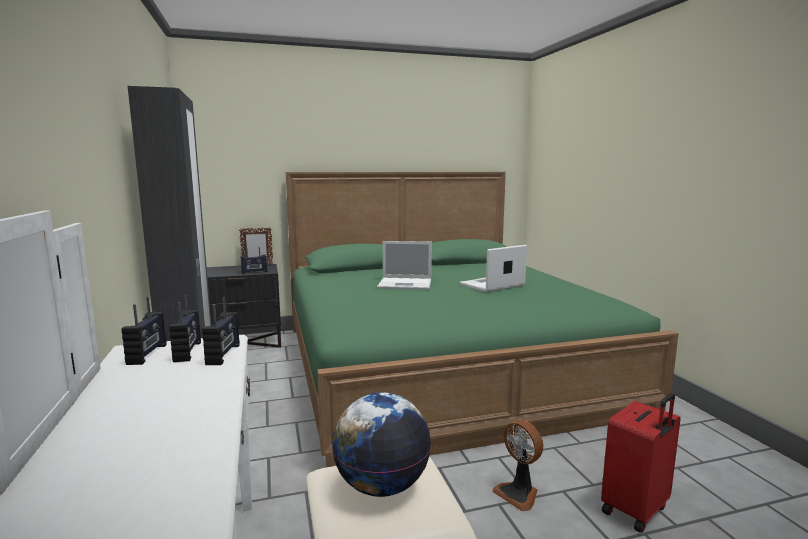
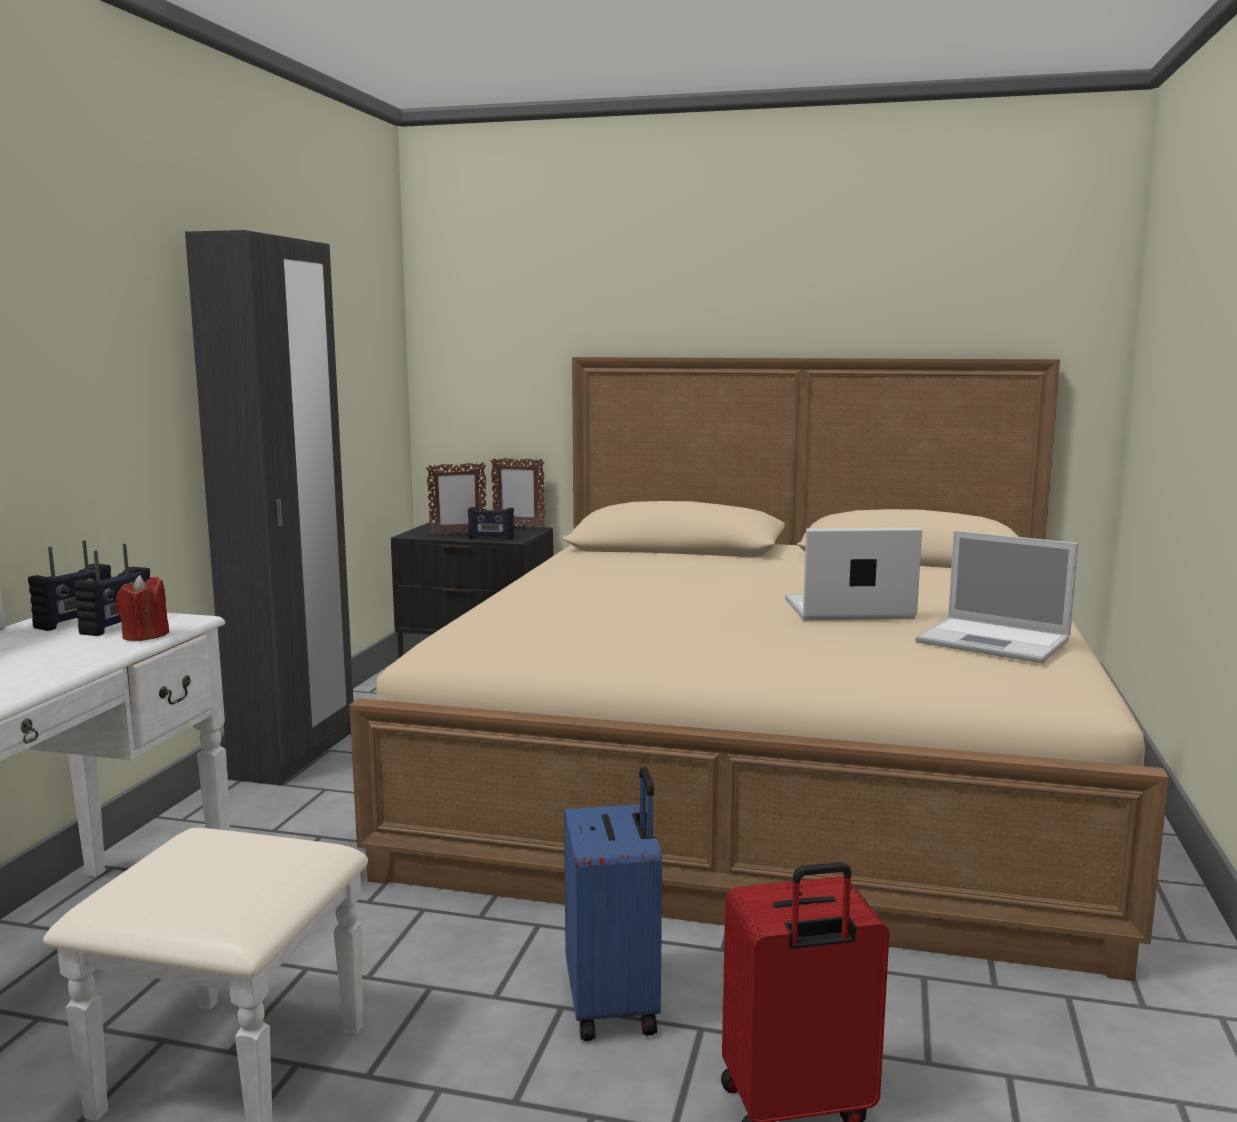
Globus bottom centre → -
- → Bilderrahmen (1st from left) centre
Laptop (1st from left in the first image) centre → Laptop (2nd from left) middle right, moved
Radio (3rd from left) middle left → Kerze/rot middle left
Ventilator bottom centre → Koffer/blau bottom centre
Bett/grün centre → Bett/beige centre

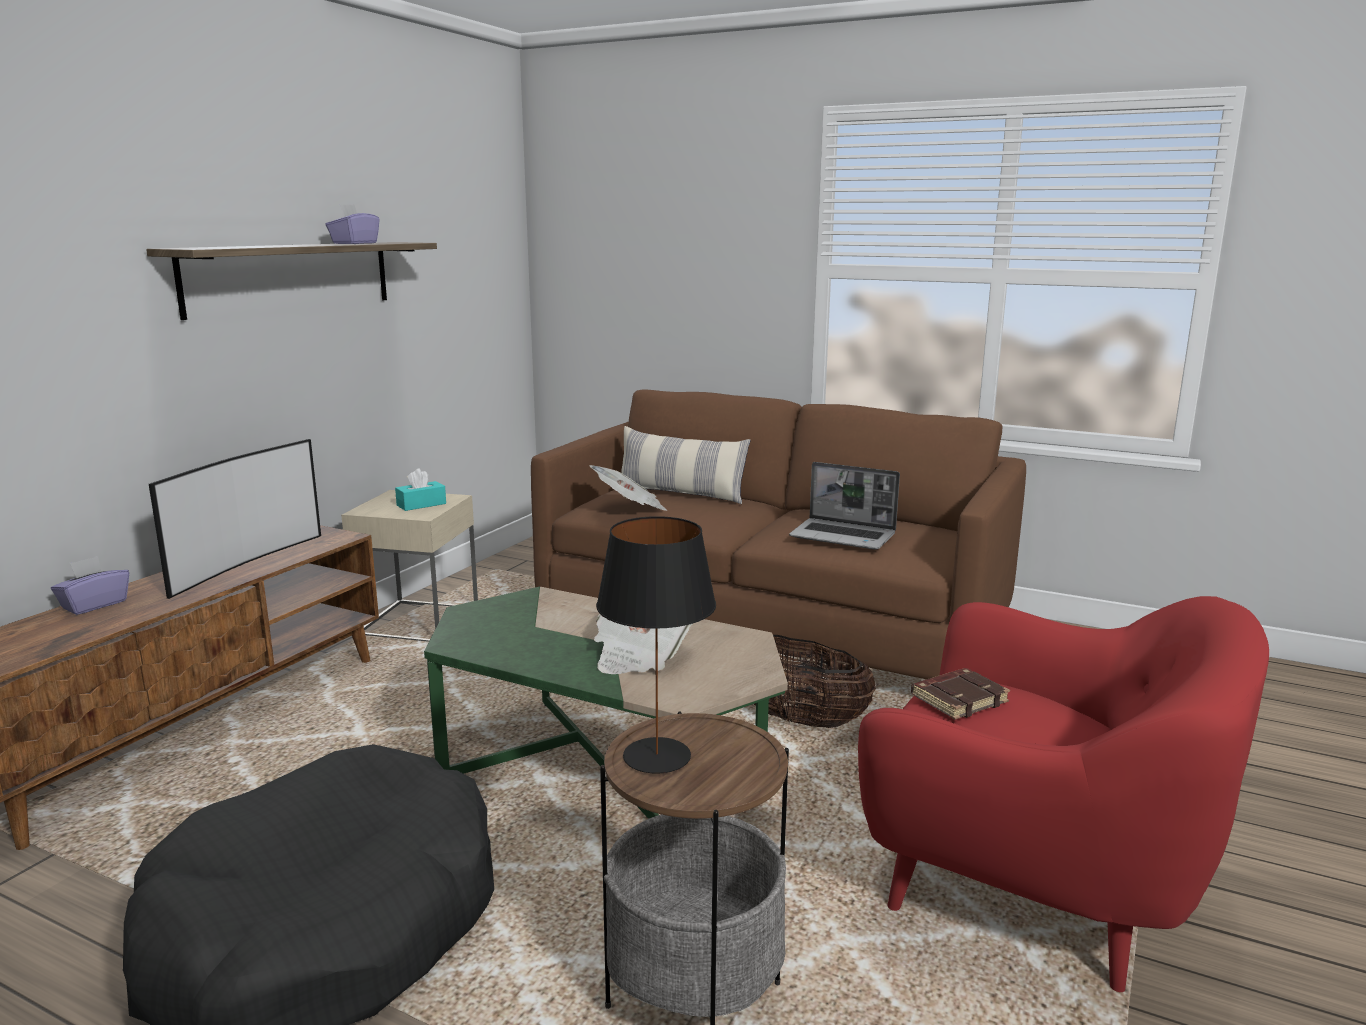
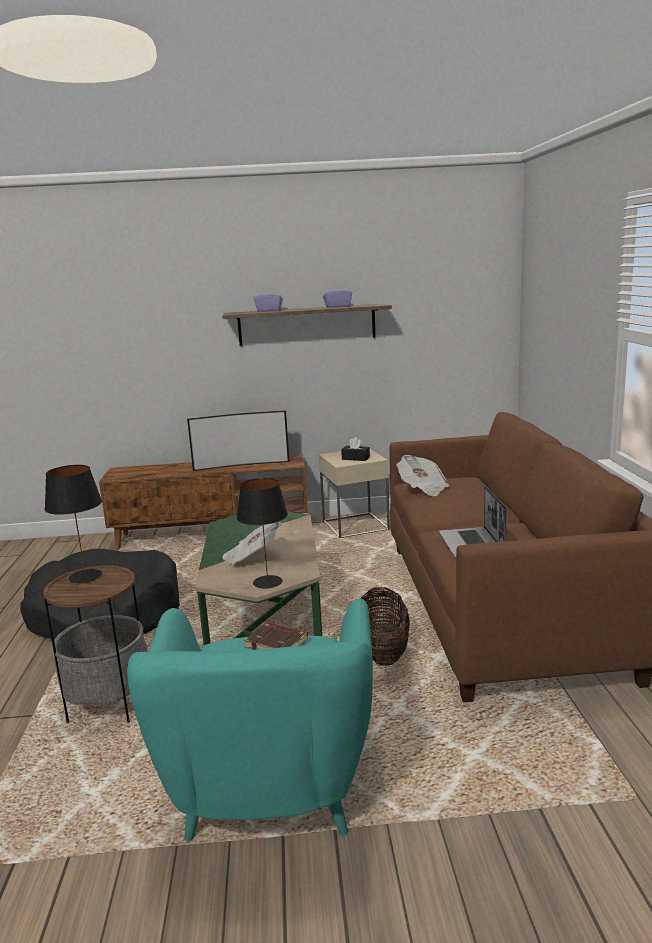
Kissen centre → -
- → Tischlampe/schwarz (2nd from left) centre
Taschentuchbox/lila (1st from left) middle left → Taschentuchbox/lila (1st from left) top centre, moved
Taschentuchbox/türkis middle left → Taschentuchbox/schwarz centre
Sessel/rot bottom right → Sessel/türkis bottom centre

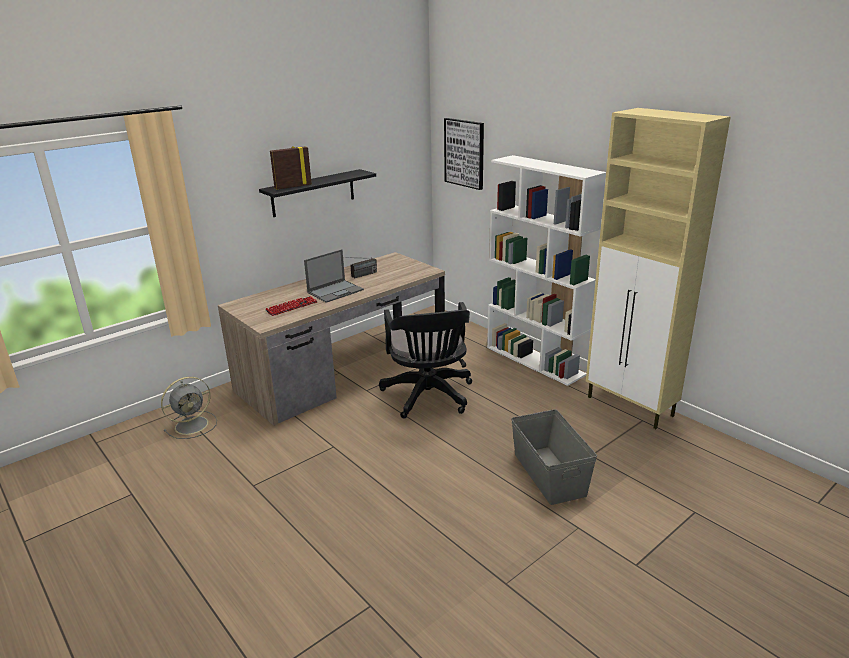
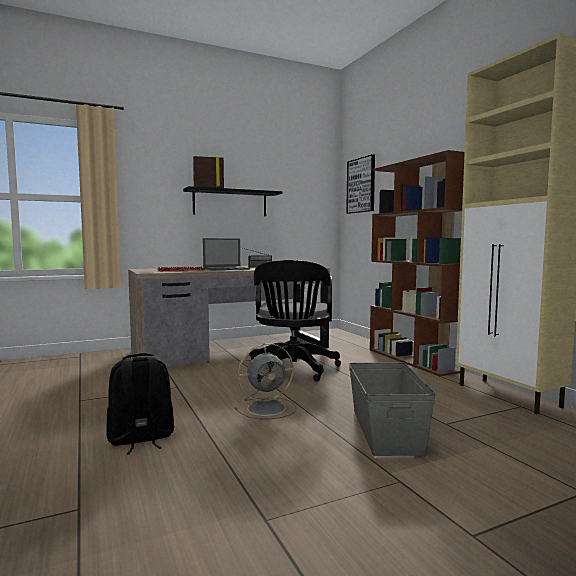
- → Rucksack/schwarz bottom left
Ventilator/grau middle left → Ventilator/grau centre, moved
Bücherregal/weiß centre → Bücherregal/braun middle right

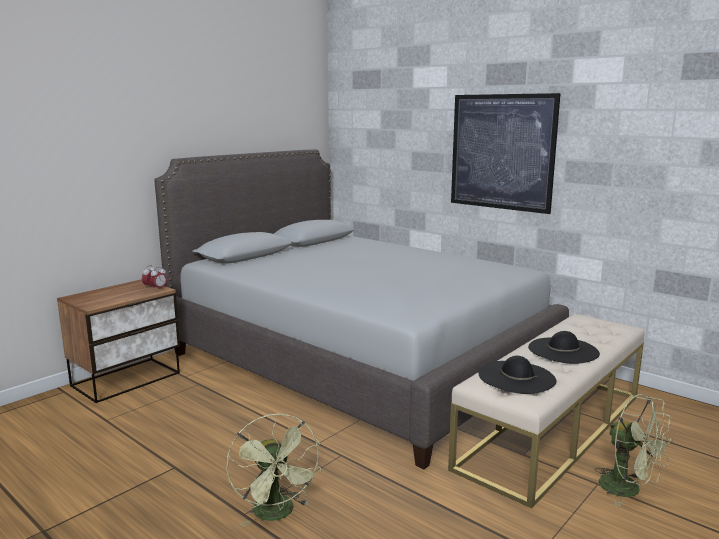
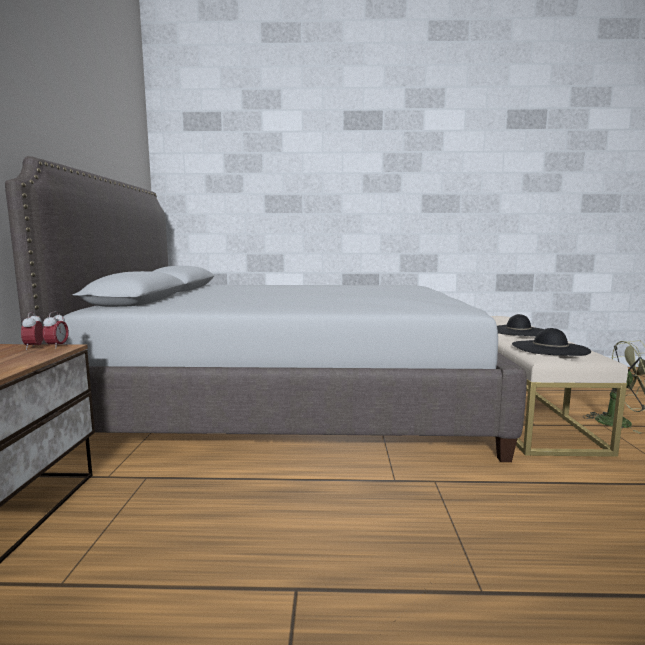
Ventilator/grün (1st from left) bottom centre → -
Bild top right → -

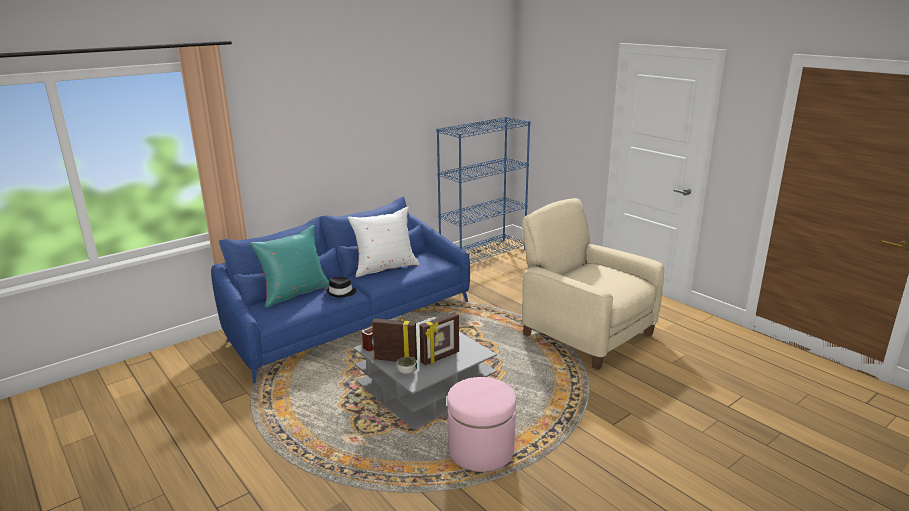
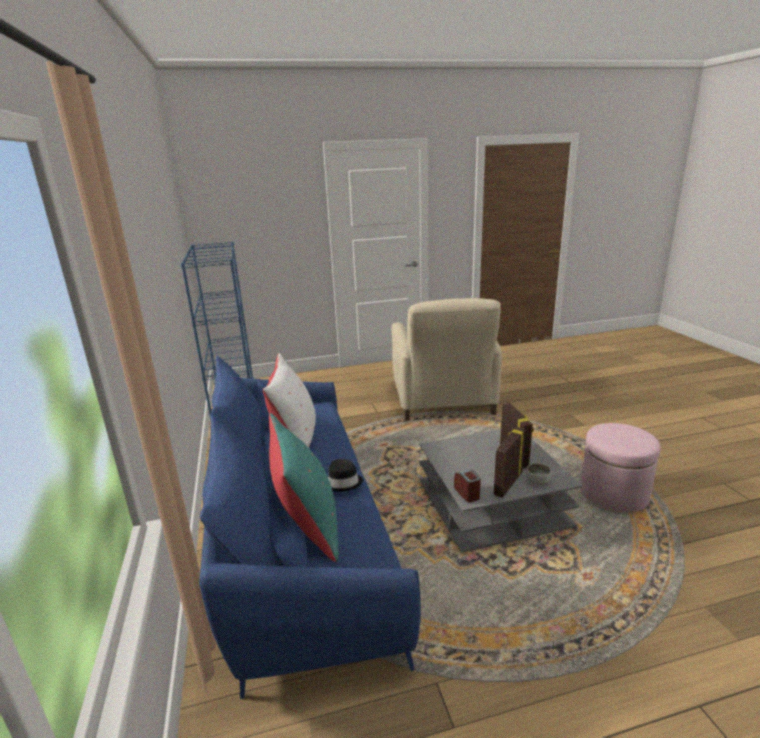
Sessel/beige centre, 75 degrees counterclockwise

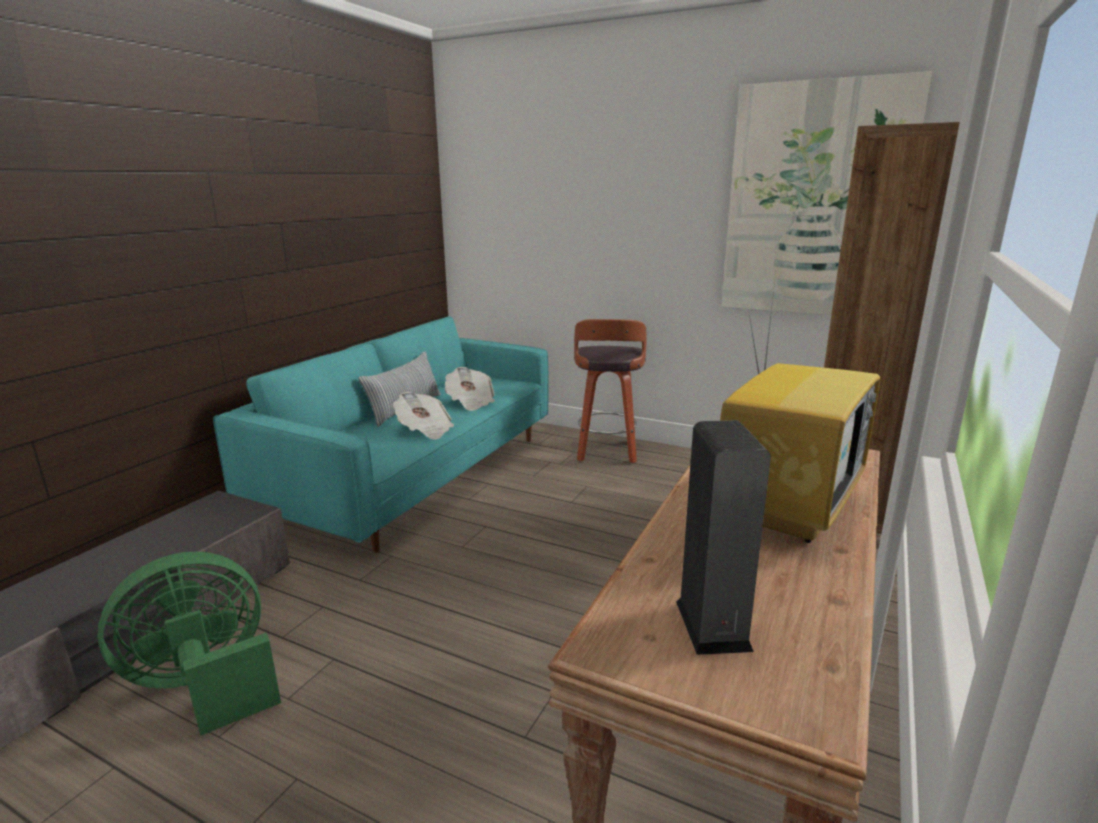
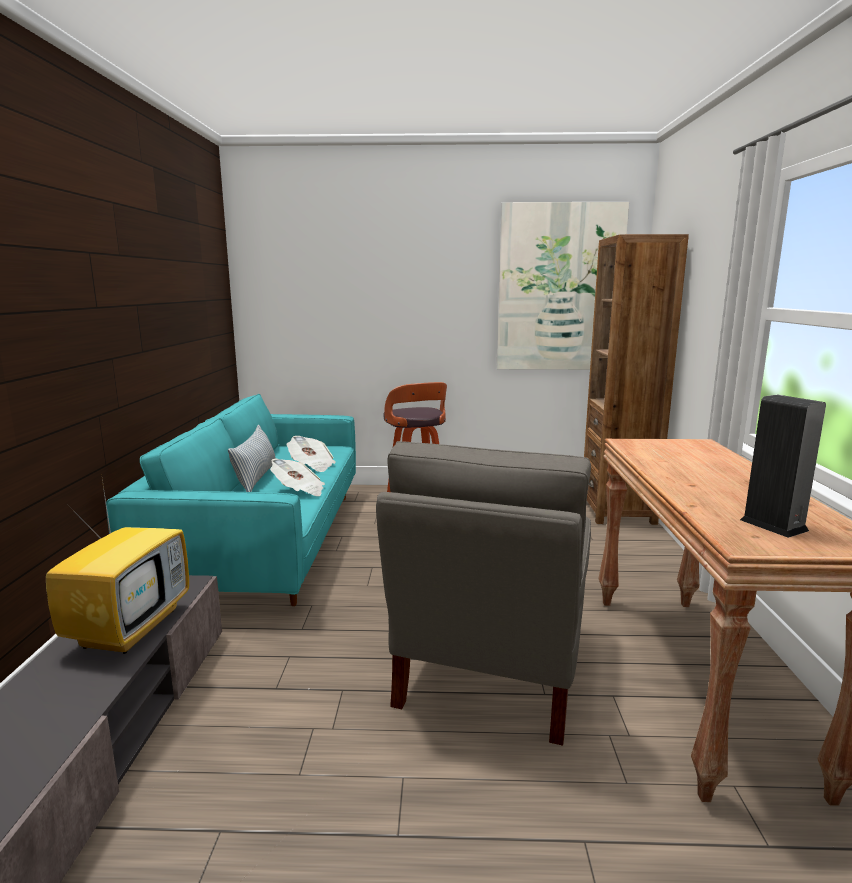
Ventilator/grün bottom left → -
- → Sessel/grau bottom centre
Fernseher middle right → Fernseher middle left, moved

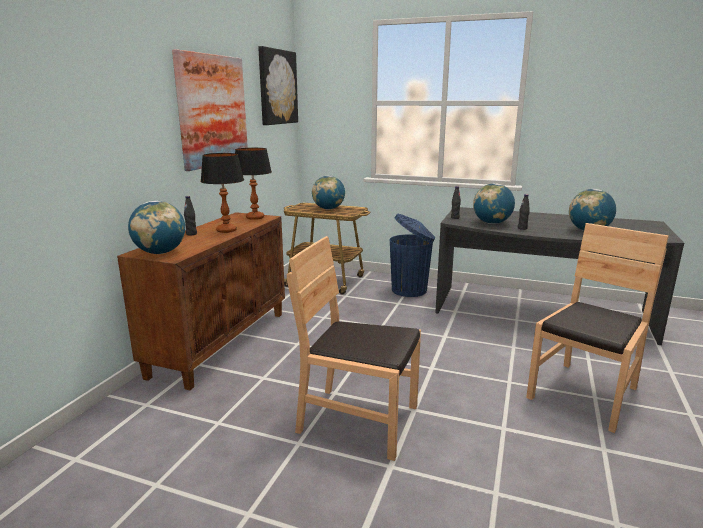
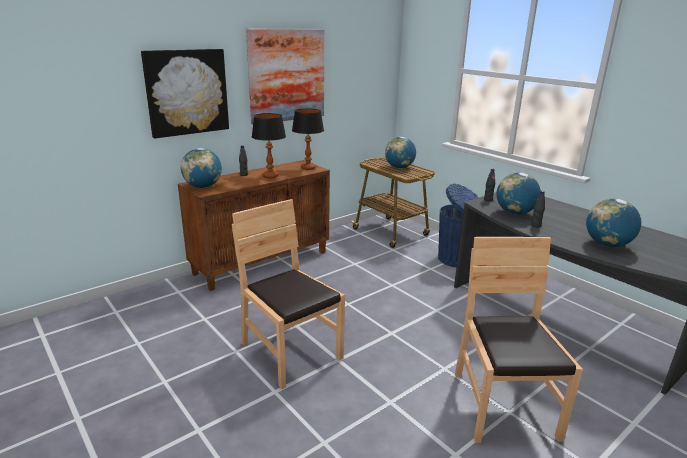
Bild (2nd from left in the first image) top centre → Bild (1st from left) top left, moved
Stuhl/braun (2nd from left) middle right → Stuhl/braun (2nd from left) bottom right, 75 degrees counterclockwise

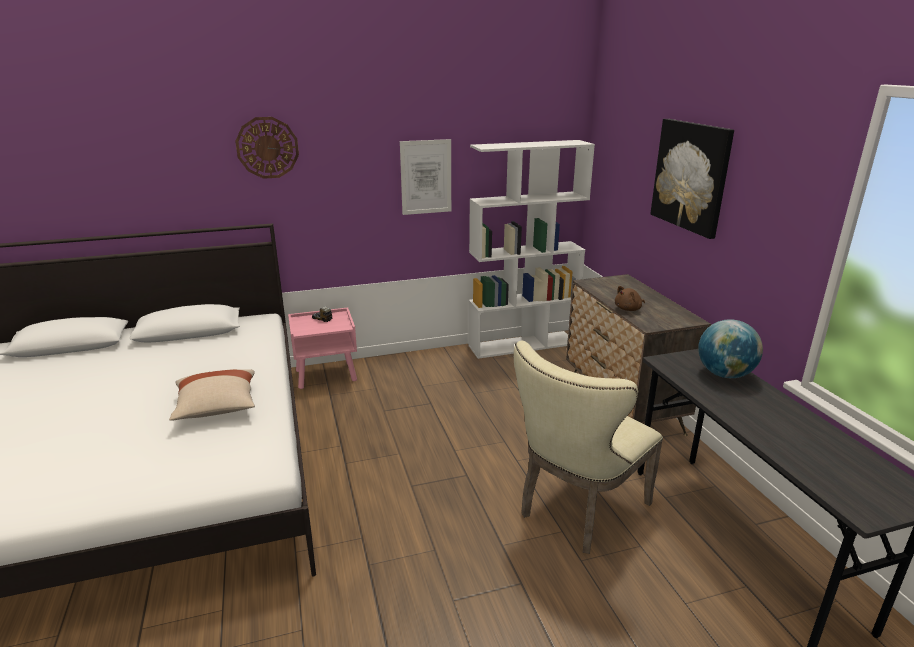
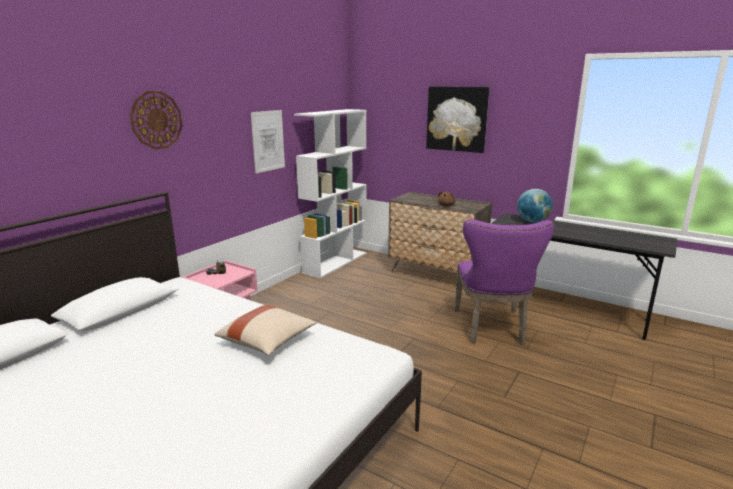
Stuhl/beige bottom centre → Stuhl/lila middle right

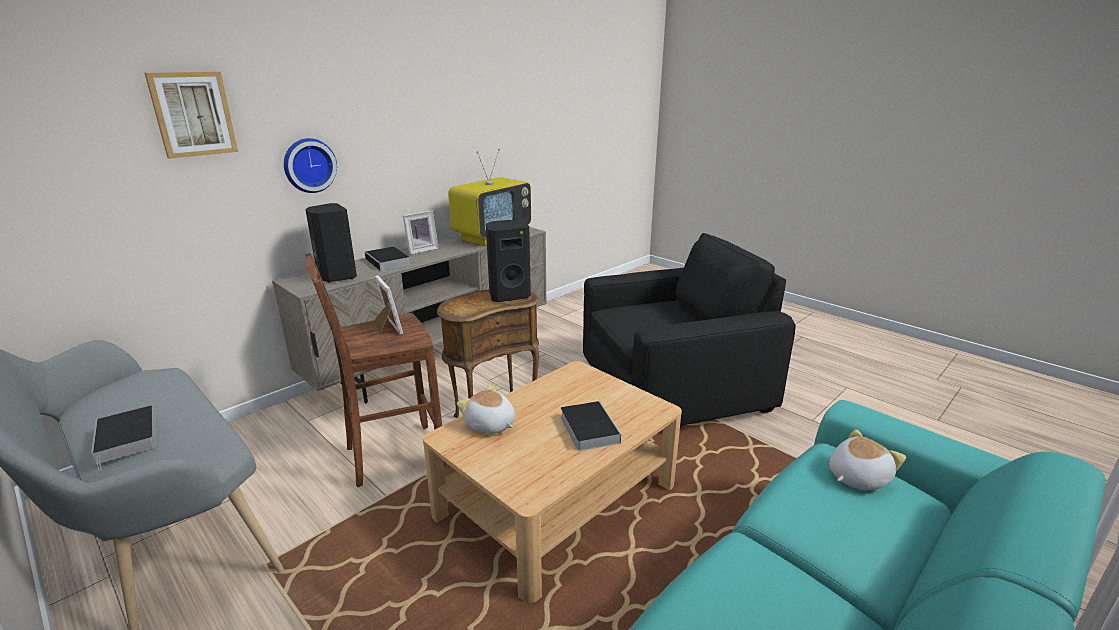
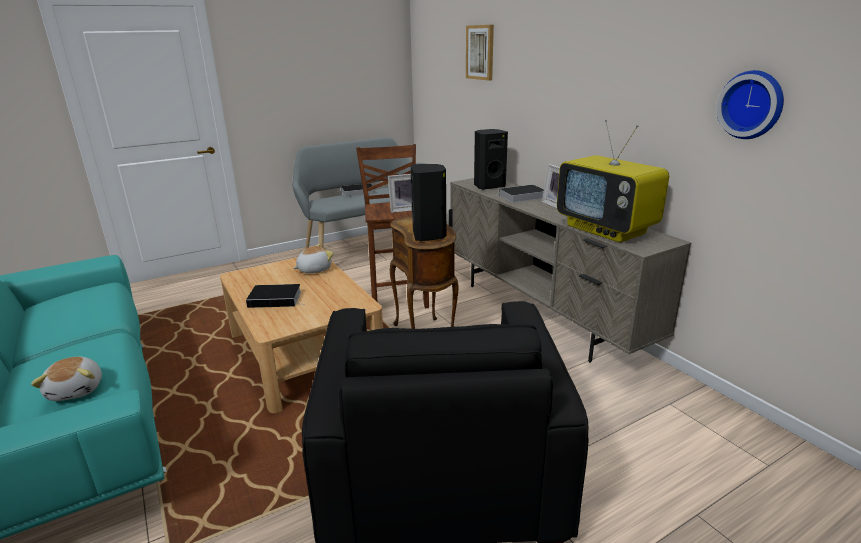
Wanduhr top left → Wanduhr top right, moved

